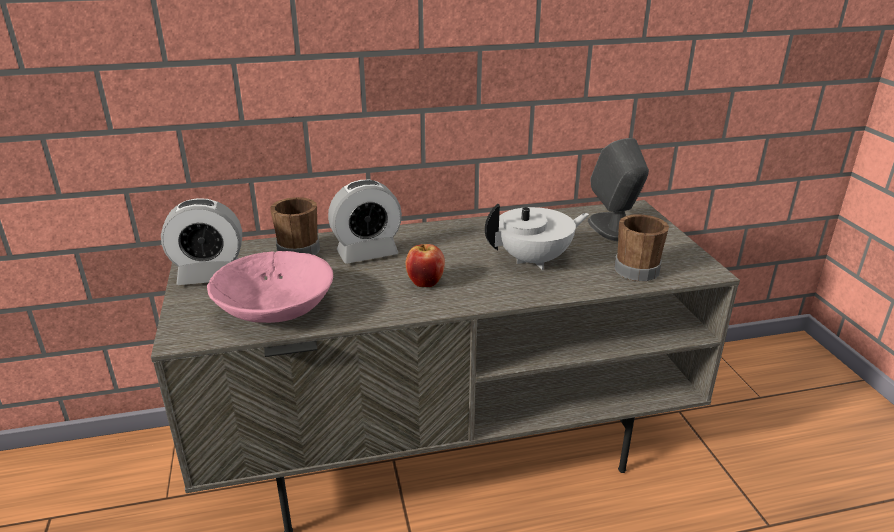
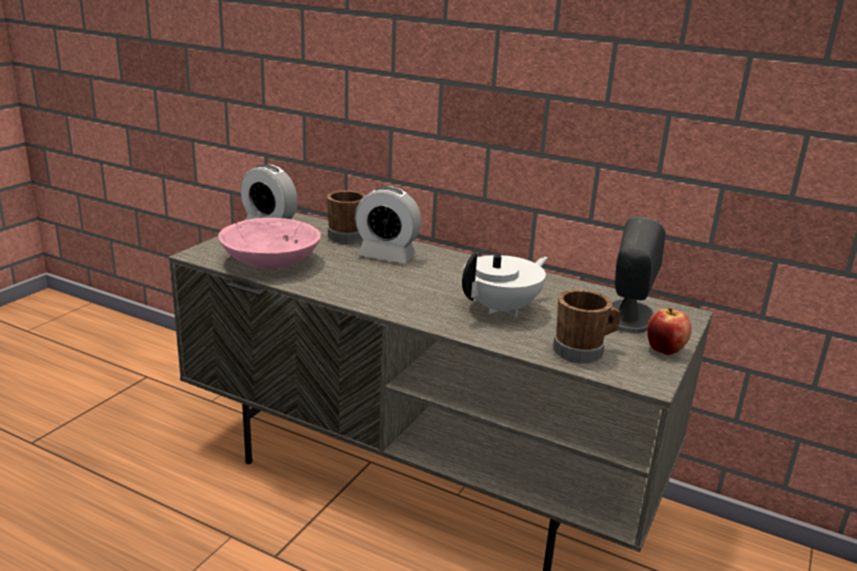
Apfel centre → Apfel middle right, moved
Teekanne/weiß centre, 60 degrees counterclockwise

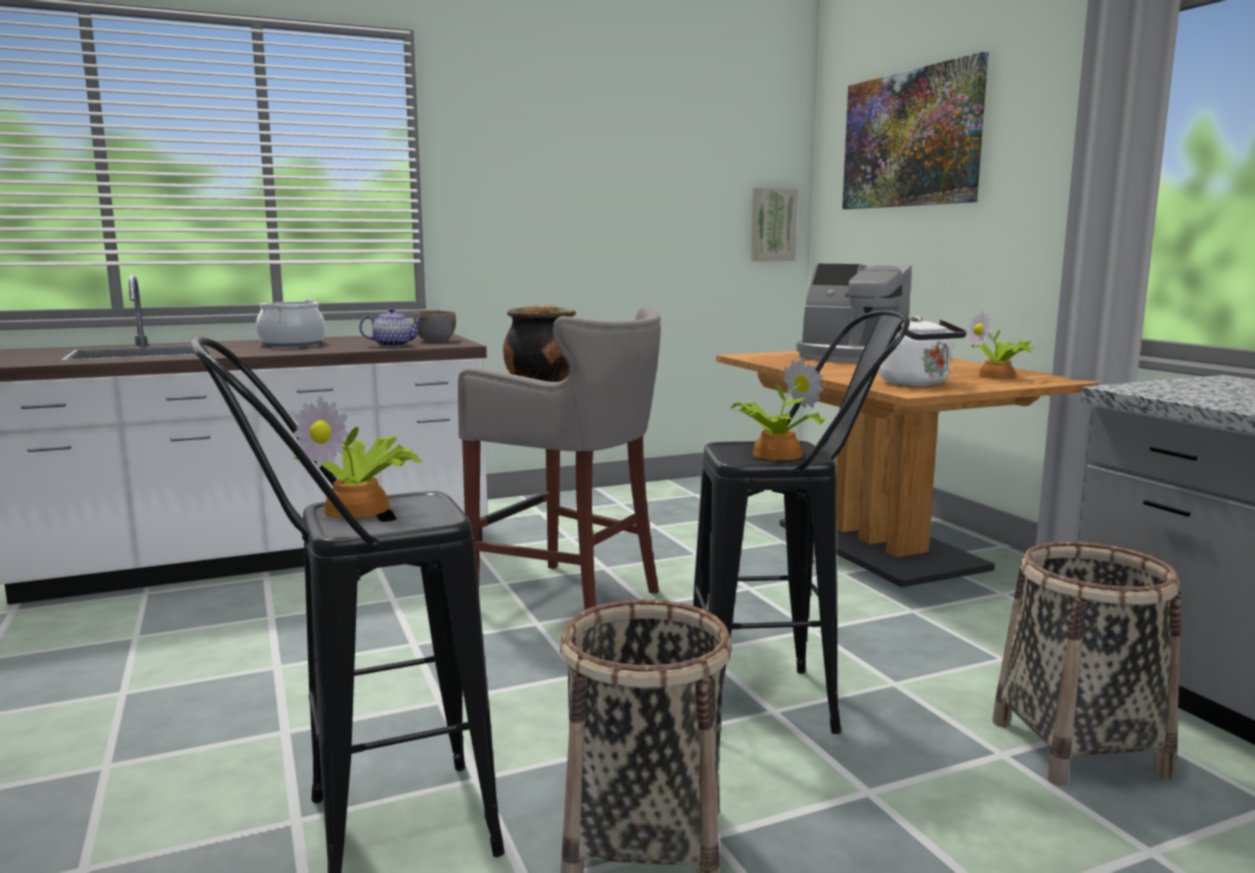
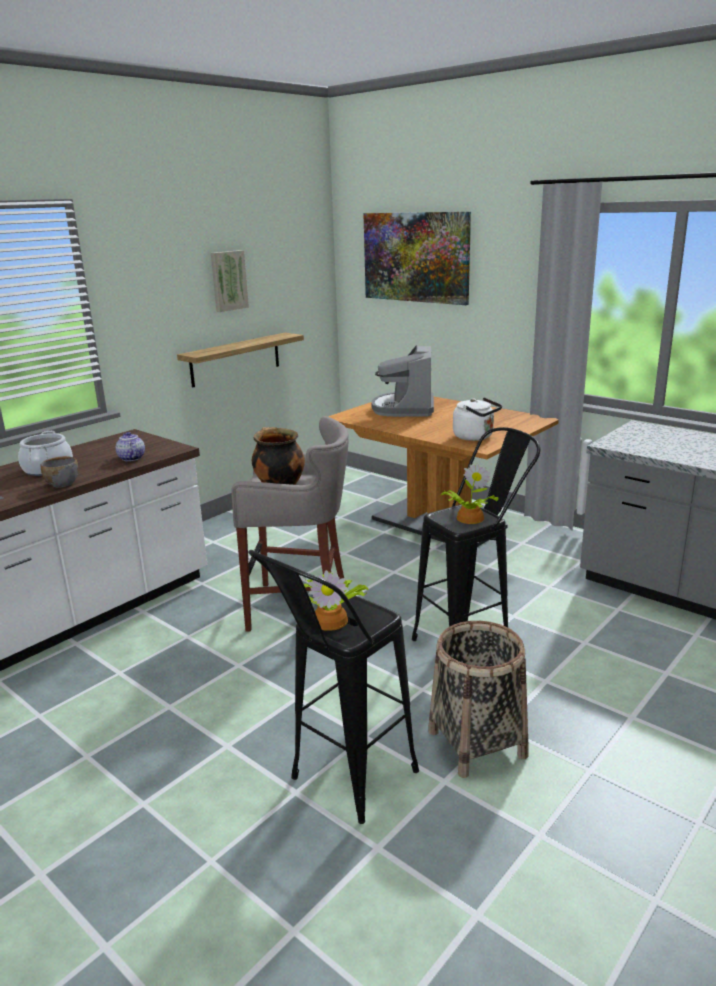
Topfpflanze (3rd from left) middle right → -
Korb (2nd from left) bottom right → -
- → Wandregal centre
Schüssel/grau centre → Schüssel/grau middle left, moved
Bild (1st from left) top centre → Bild (1st from left) top left, moved
Teekanne middle left, 75 degrees counterclockwise
Kaffeemaschine middle right → Kaffeemaschine centre, 90 degrees clockwise

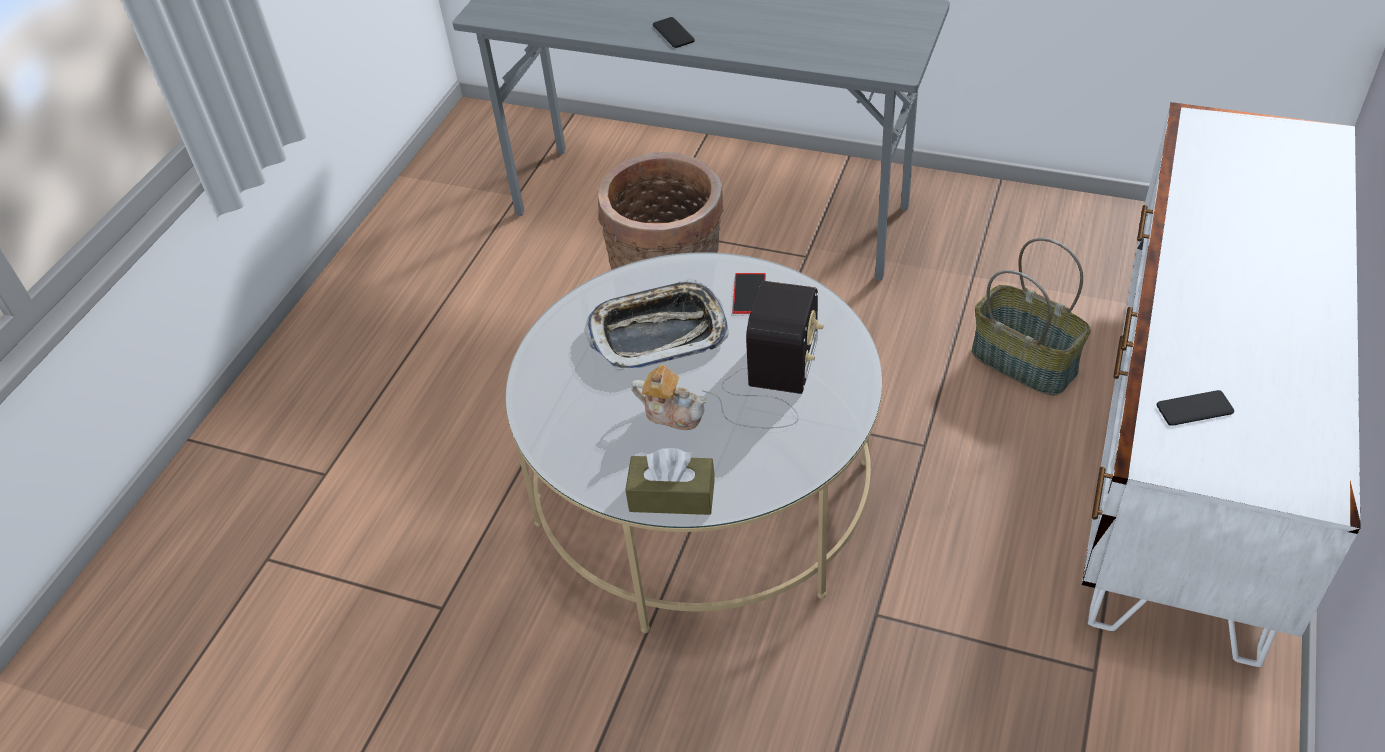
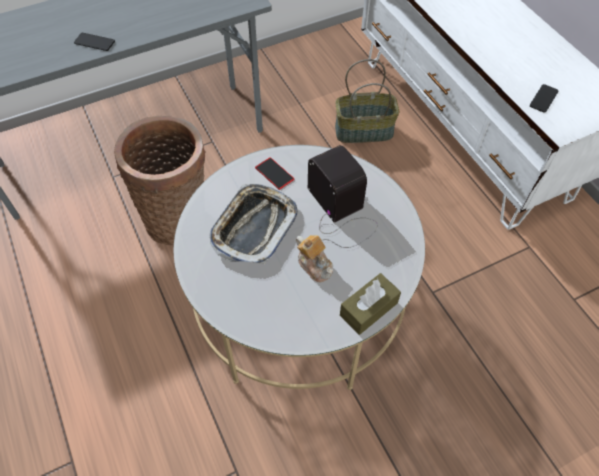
Teekanne centre, 75 degrees clockwise

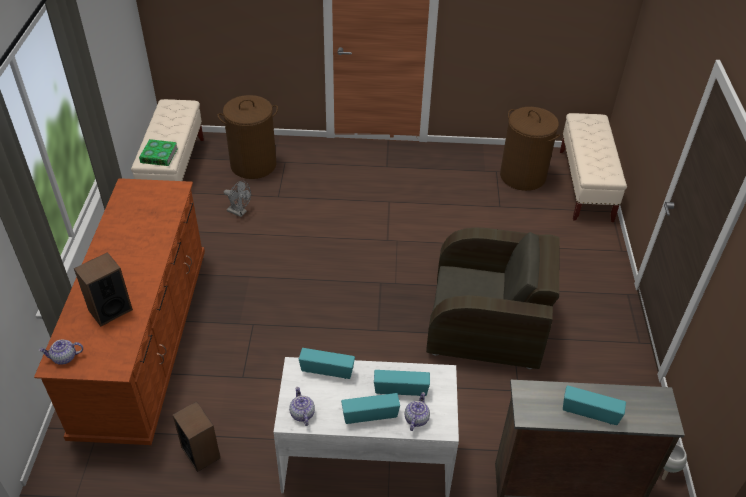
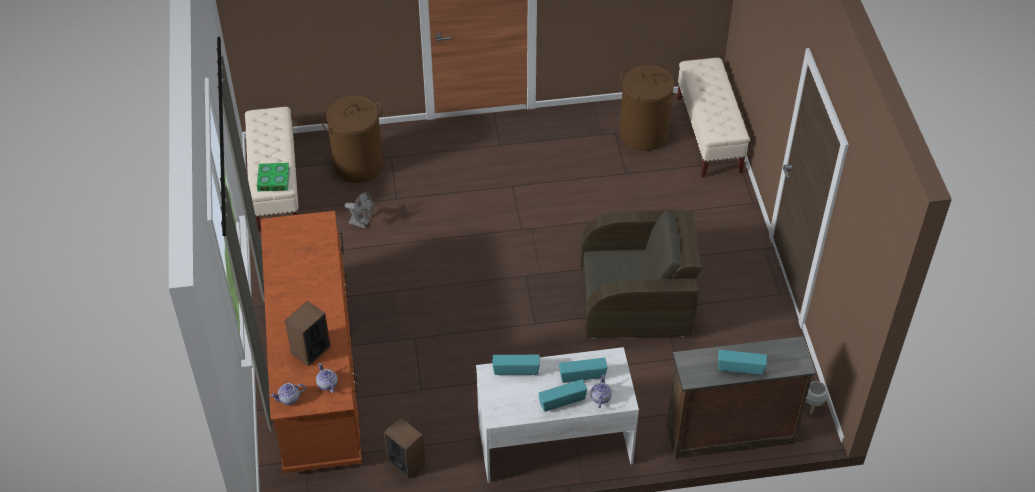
Teekanne (2nd from left) bottom centre → Teekanne (2nd from left) bottom left, moved

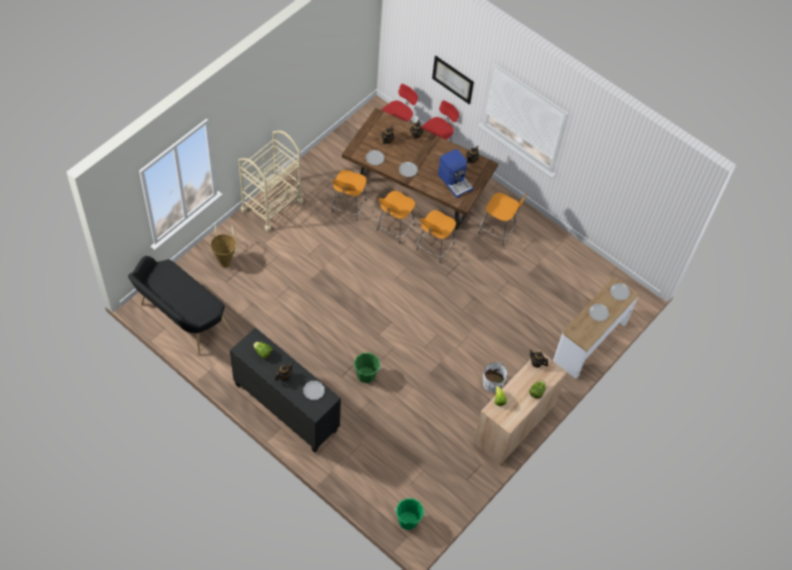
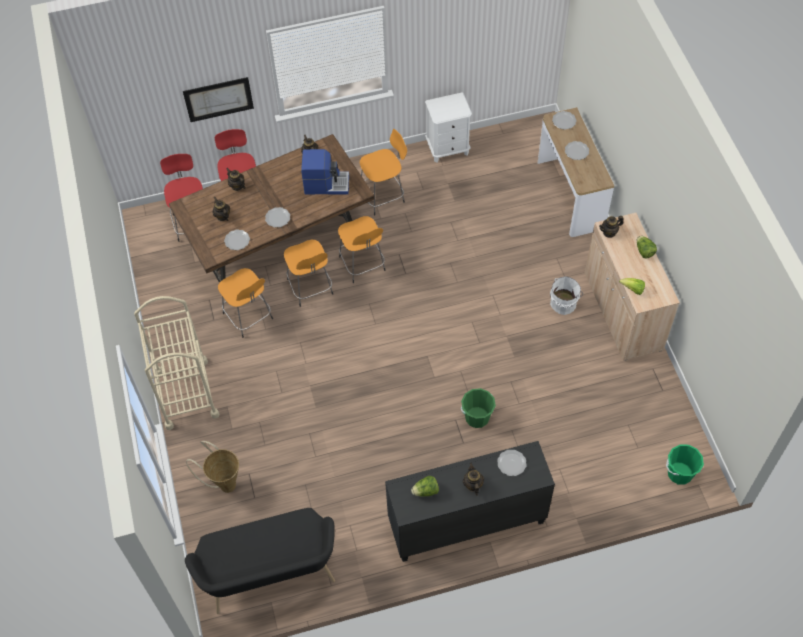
- → Nachttisch/weiß top centre

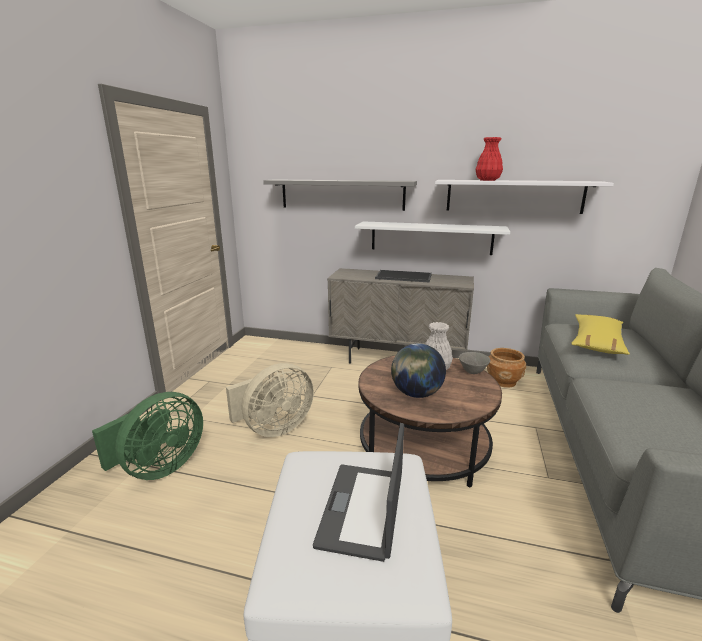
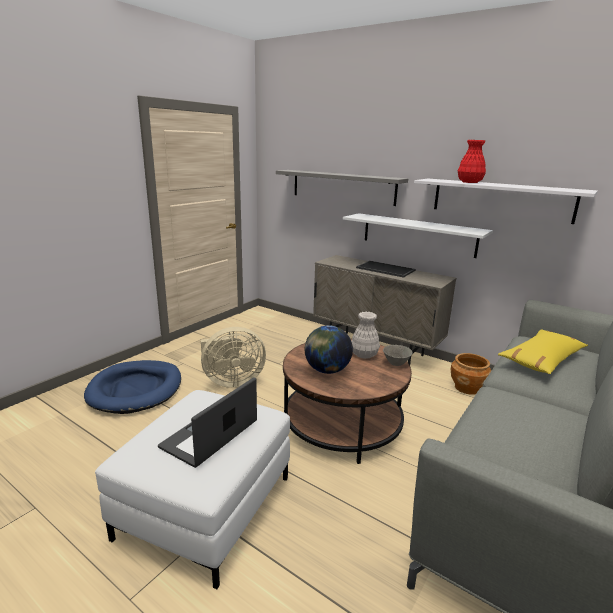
Ventilator/grün bottom left → Hundebett/blau middle left

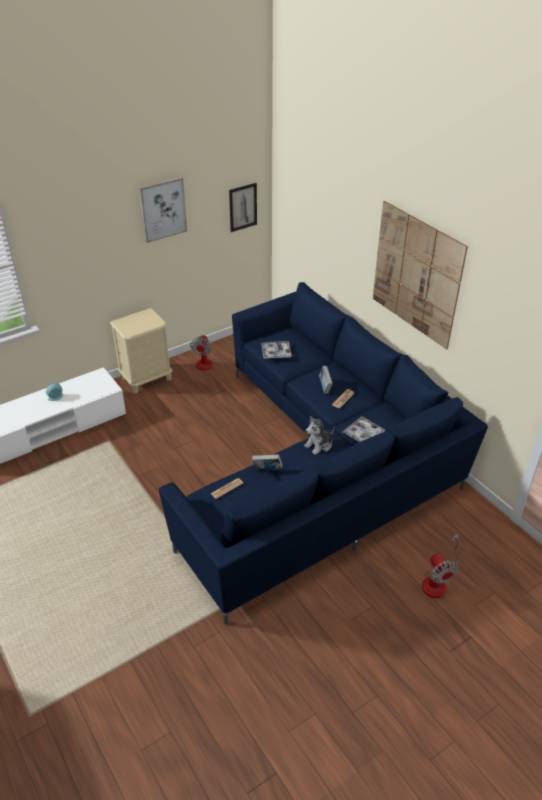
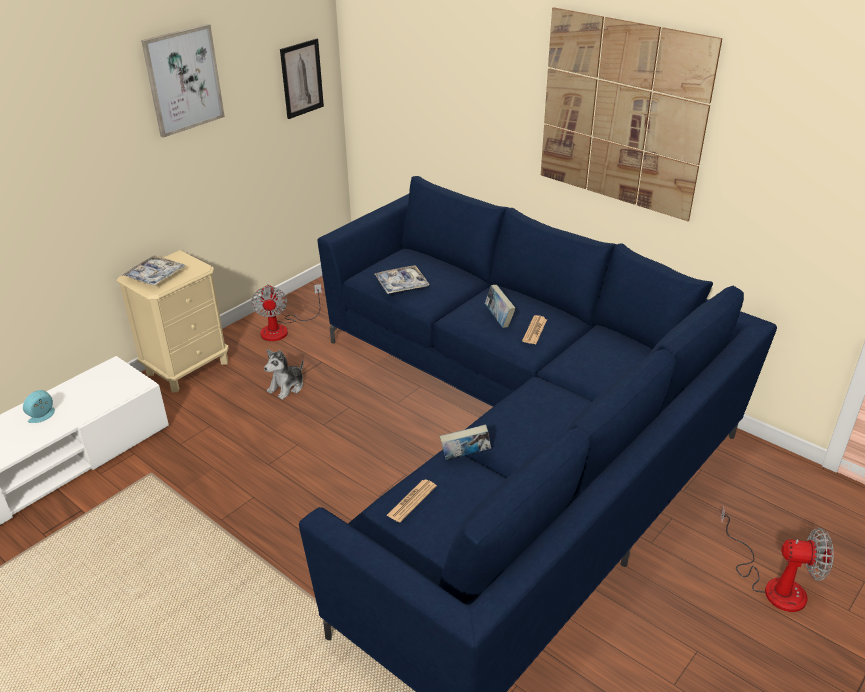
Plüschtier centre → Plüschtier middle left, moved
Tablett (2nd from left in the first image) middle right → Tablett (1st from left) middle left, moved
Ventilator (2nd from left) bottom right, 45 degrees counterclockwise

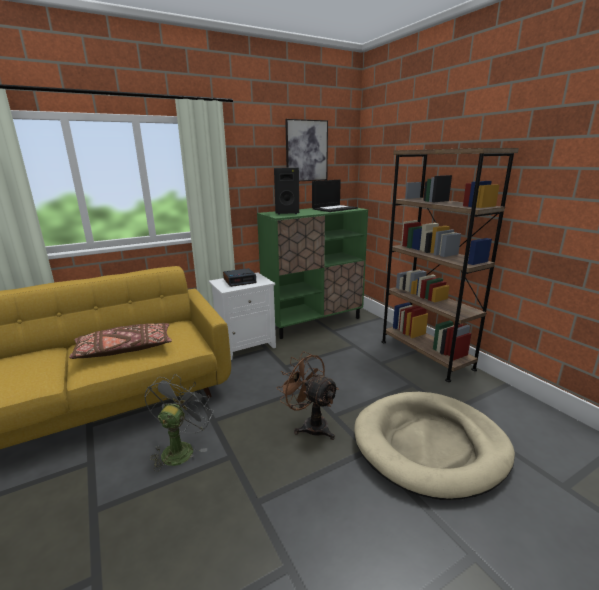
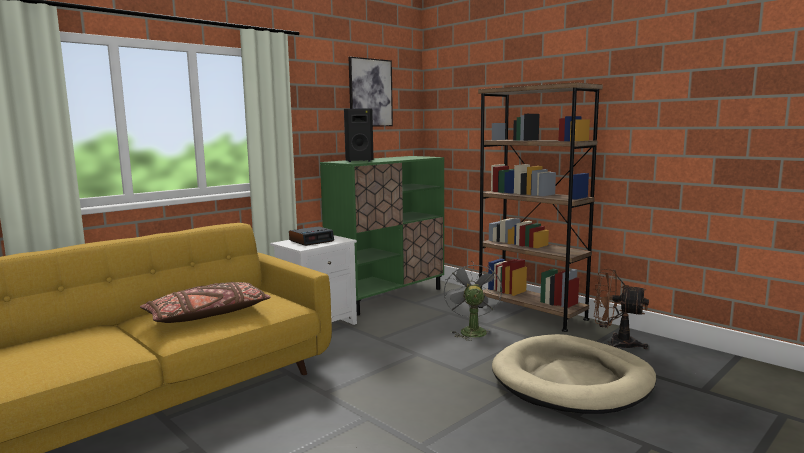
Laptop top centre → -
Ventilator/grau bottom left → Ventilator/grau centre, moved
Ventilator/braun bottom centre → Ventilator/braun bottom right, moved

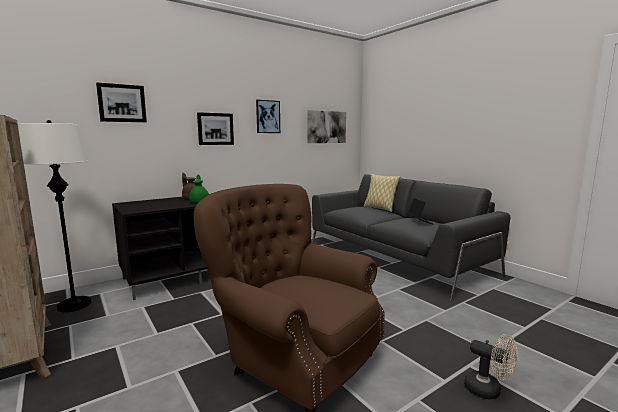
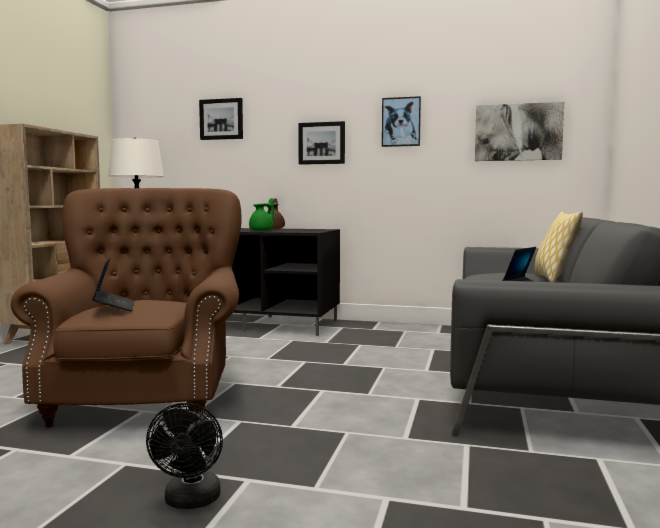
- → Laptop (1st from left) middle left
Ventilator/beige bottom right → Ventilator/schwarz bottom left

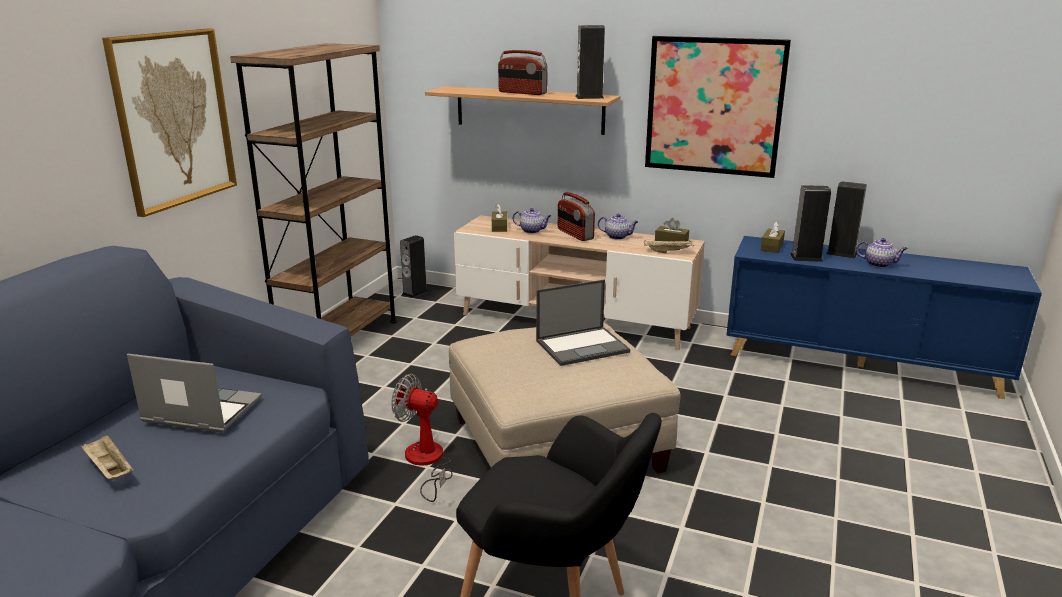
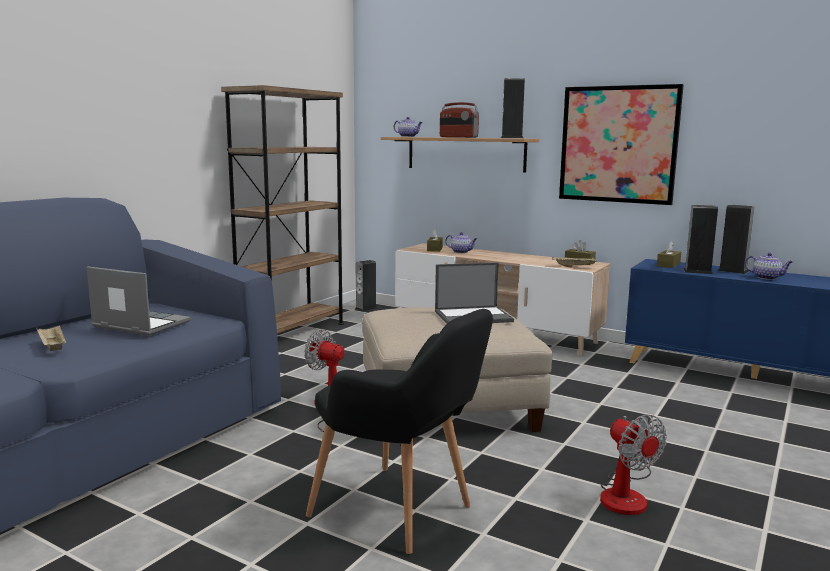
Bild (1st from left) top left → -
Radio (2nd from left) centre → -
- → Ventilator (2nd from left) bottom right
Teekanne (2nd from left in the first image) centre → Teekanne (1st from left) top centre, moved

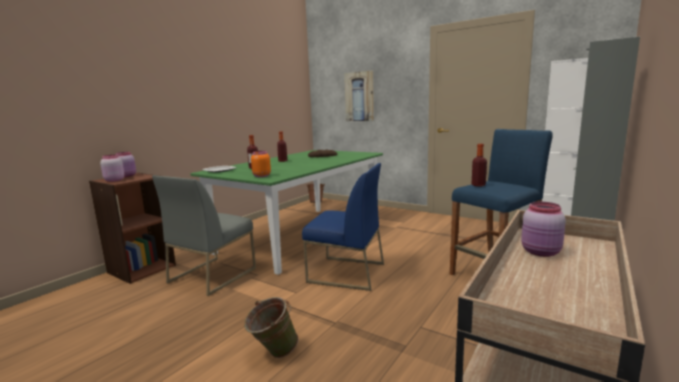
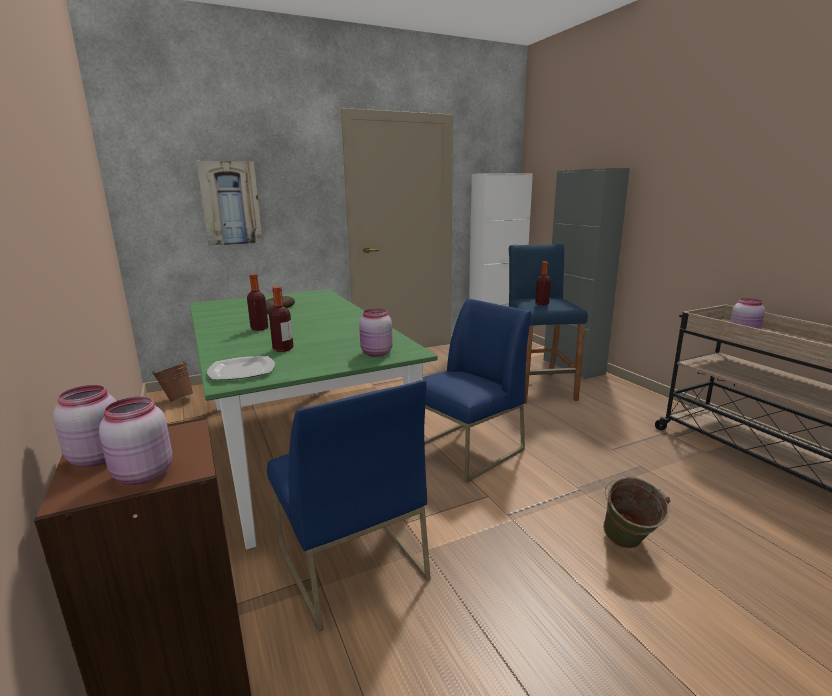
Stuhl/grau middle left → Stuhl/blau (1st from left) bottom centre
Vorratsglas/orange centre → Vorratsglas/rosa (3rd from left) centre

